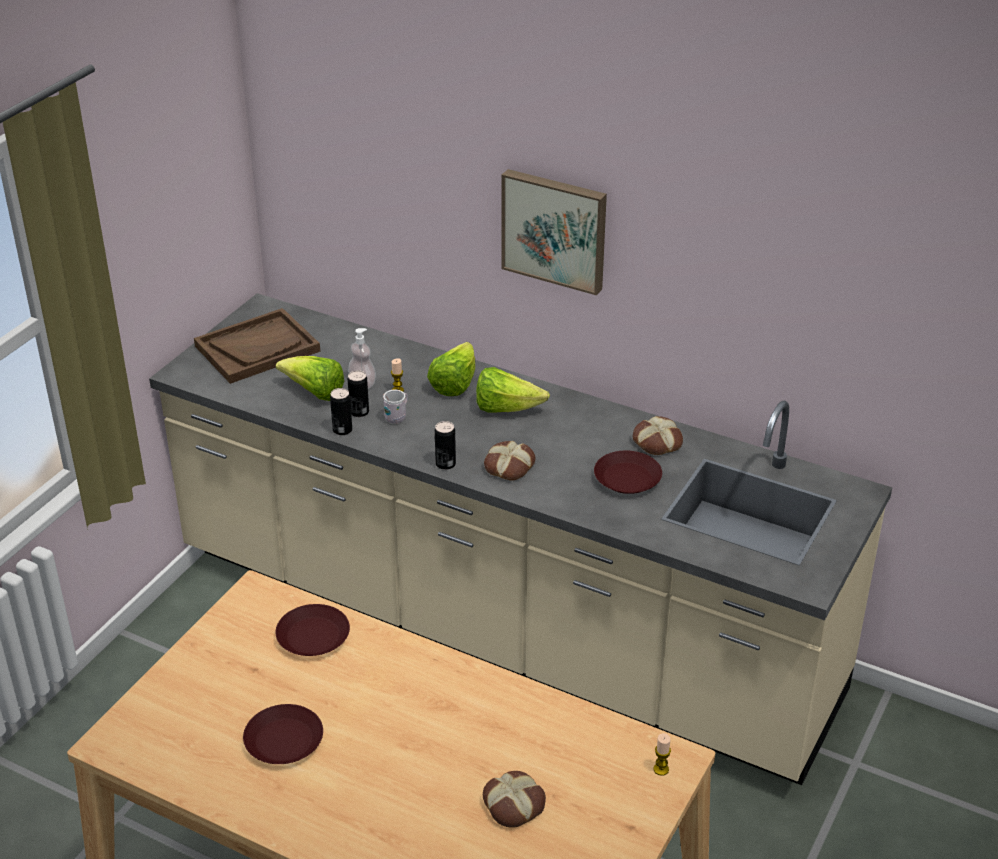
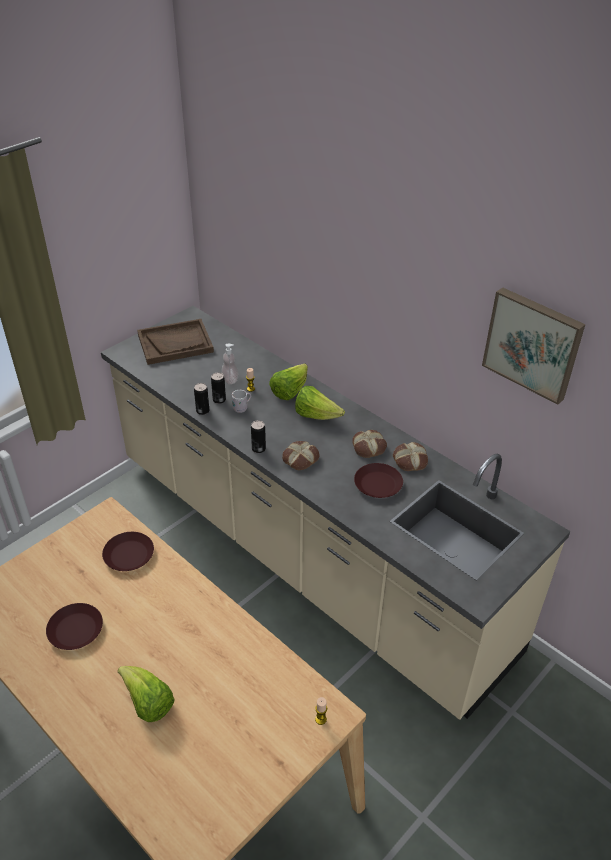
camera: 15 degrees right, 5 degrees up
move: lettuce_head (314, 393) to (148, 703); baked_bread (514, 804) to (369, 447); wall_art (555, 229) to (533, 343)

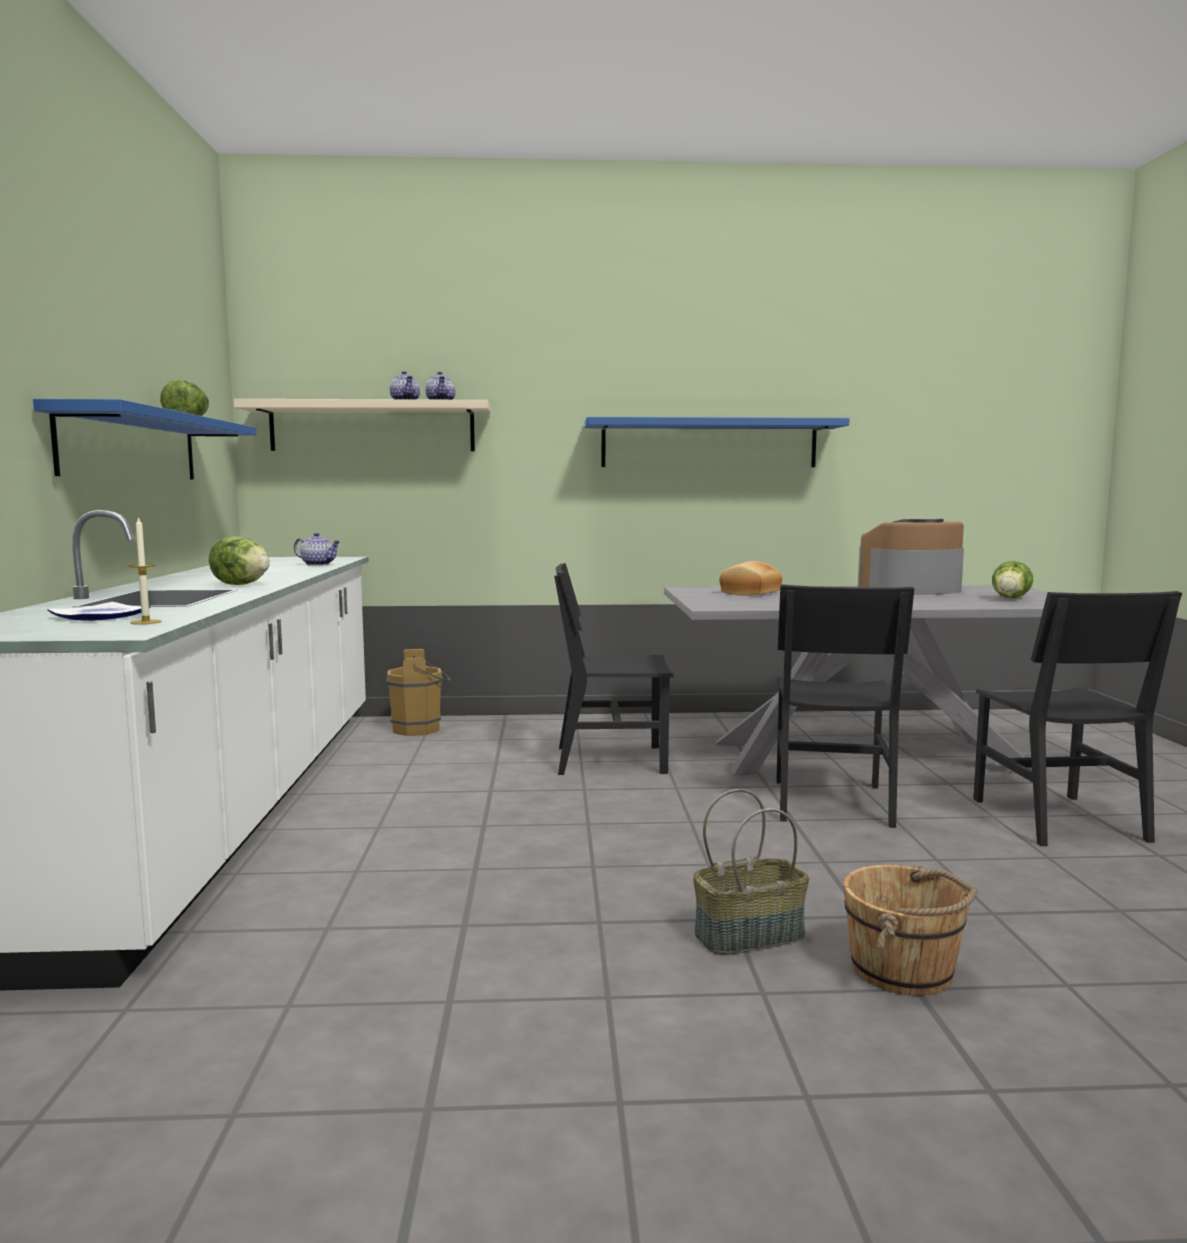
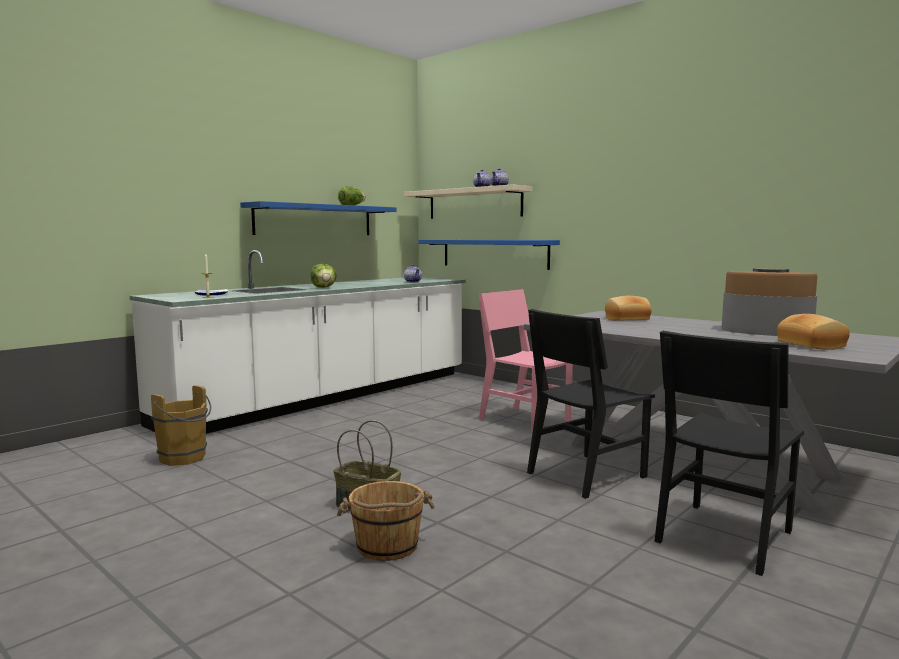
camera: 45 degrees right, 0 degrees up
move: brown-coloured_water_bucket (420, 729) to (185, 459); blue-coloured_bracket_shelf (709, 444) to (494, 253)
replace: lettuce_head (1010, 599) to baked_bread (812, 345)
recolor: blackish_upright_chair (610, 760) to pink_upright_chair (524, 420)

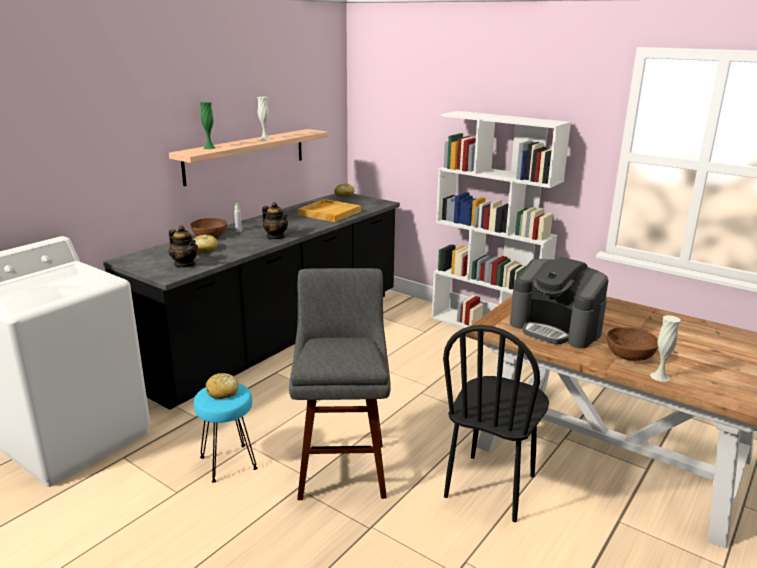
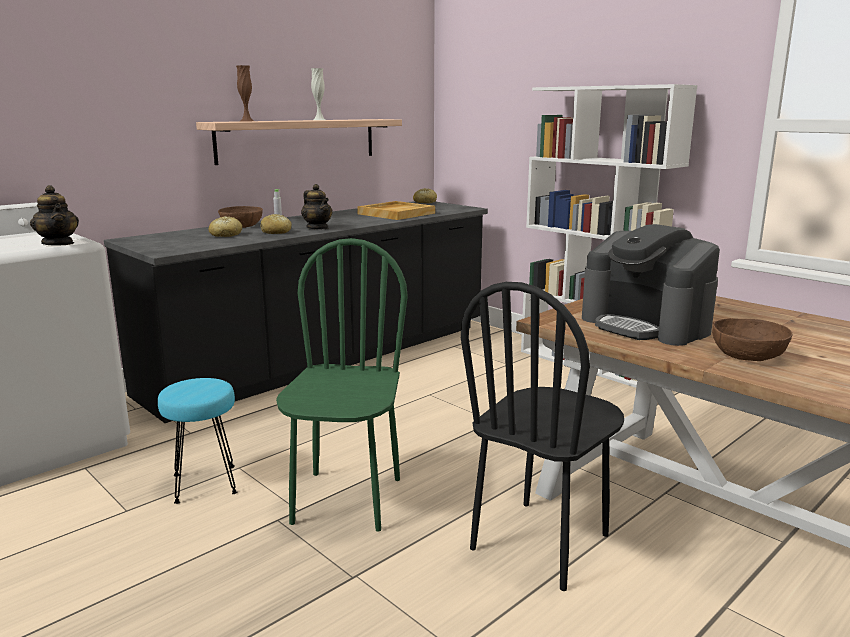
camera: 10 degrees right, 5 degrees down
delete: whitish_decorative_vase (659, 377)
move: tea_pot (185, 264) to (58, 243); baked_bread (222, 392) to (276, 232)
replace: grey_stool_seat (342, 466) to green-coloured_upright_chair (346, 500)
recolor: green-coloured_decorative_vase (209, 148) to brown-coloured_decorative_vase (247, 121)

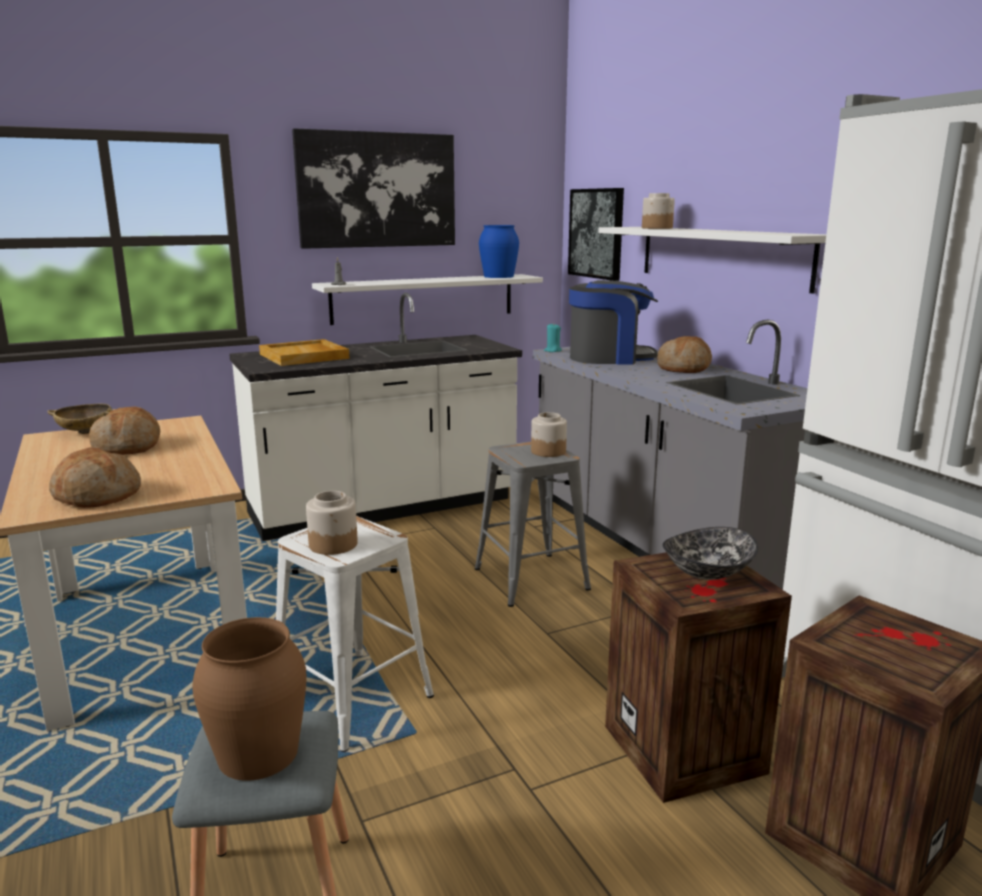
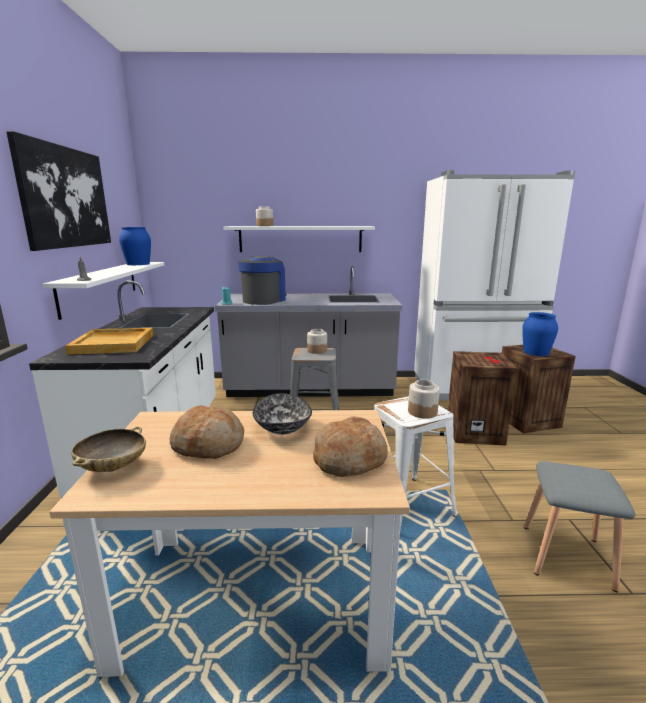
camera: 65 degrees left, 0 degrees up
delete: brown-coloured_decorative_vase (257, 753); wall_art (596, 233); baked_bread (684, 368)
insert: blue-coloured_decorative_vase (536, 352)
move: bowl (706, 572) to (282, 428)

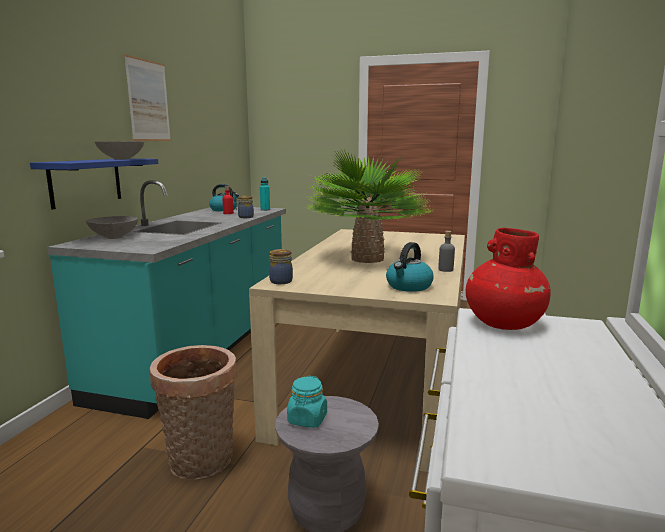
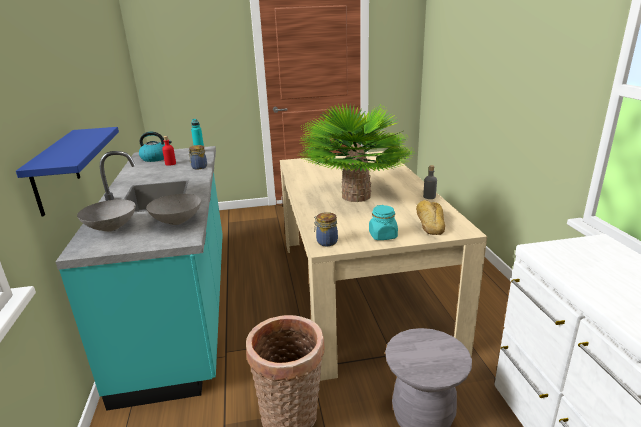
camera: 25 degrees left, 10 degrees up
delete: wall_art (148, 101); red_decorative_vase (503, 323)
move: grey_bowl (122, 159) to (178, 221); blue-green_storage_jar (307, 419) to (383, 235)
replace: tea_kettle (409, 286) to baked_bread (430, 223)

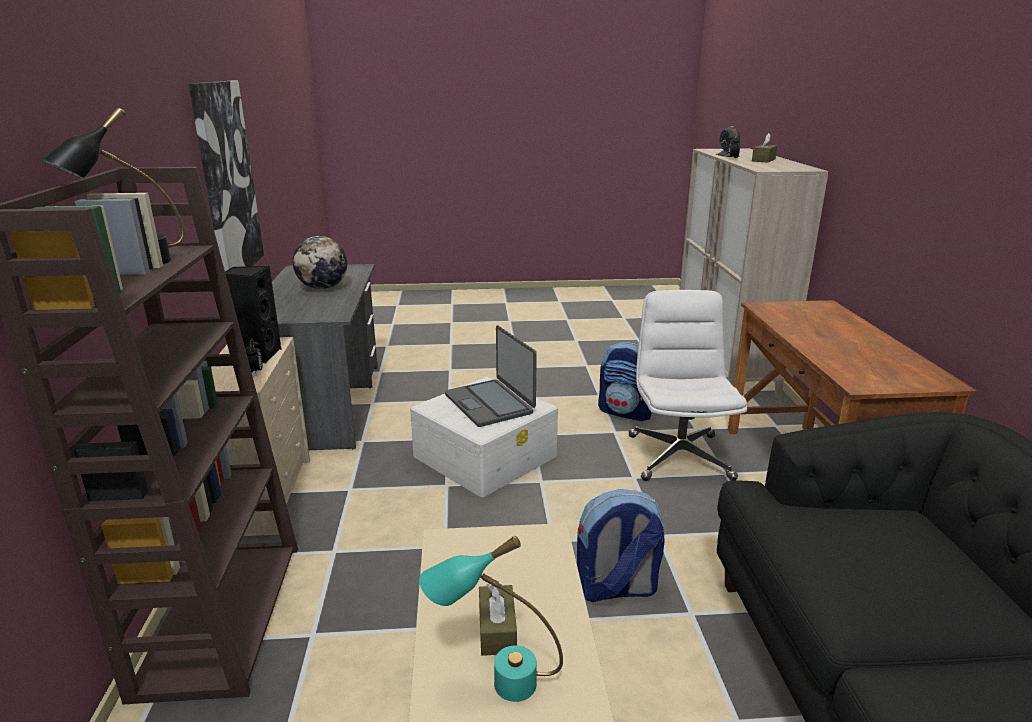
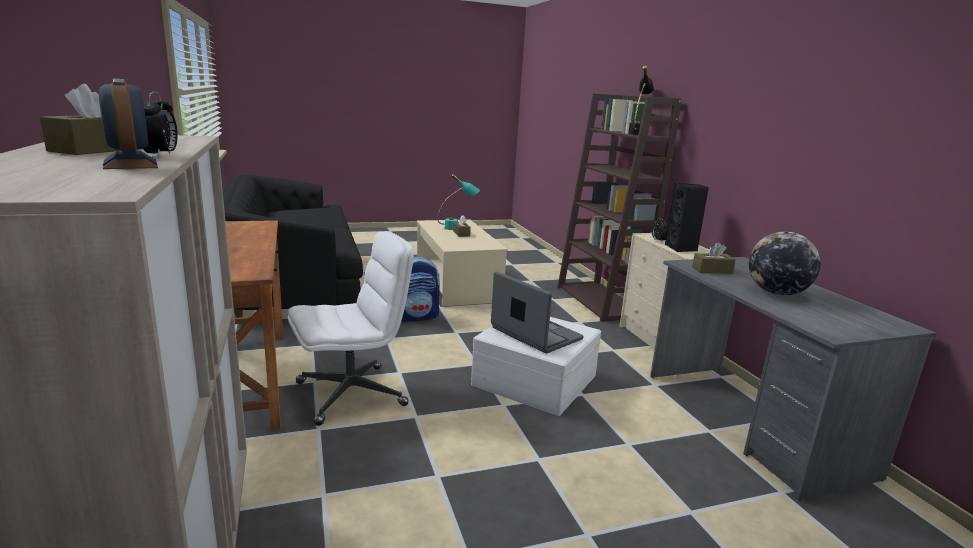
camera: 165 degrees right, 5 degrees down
delete: wall_art (226, 180); backpack (626, 412)
insert: brown-coloured_tissue_box (712, 270)
rotate: whitish_office_chair (678, 456) = (352, 393) 105 degrees counterclockwise

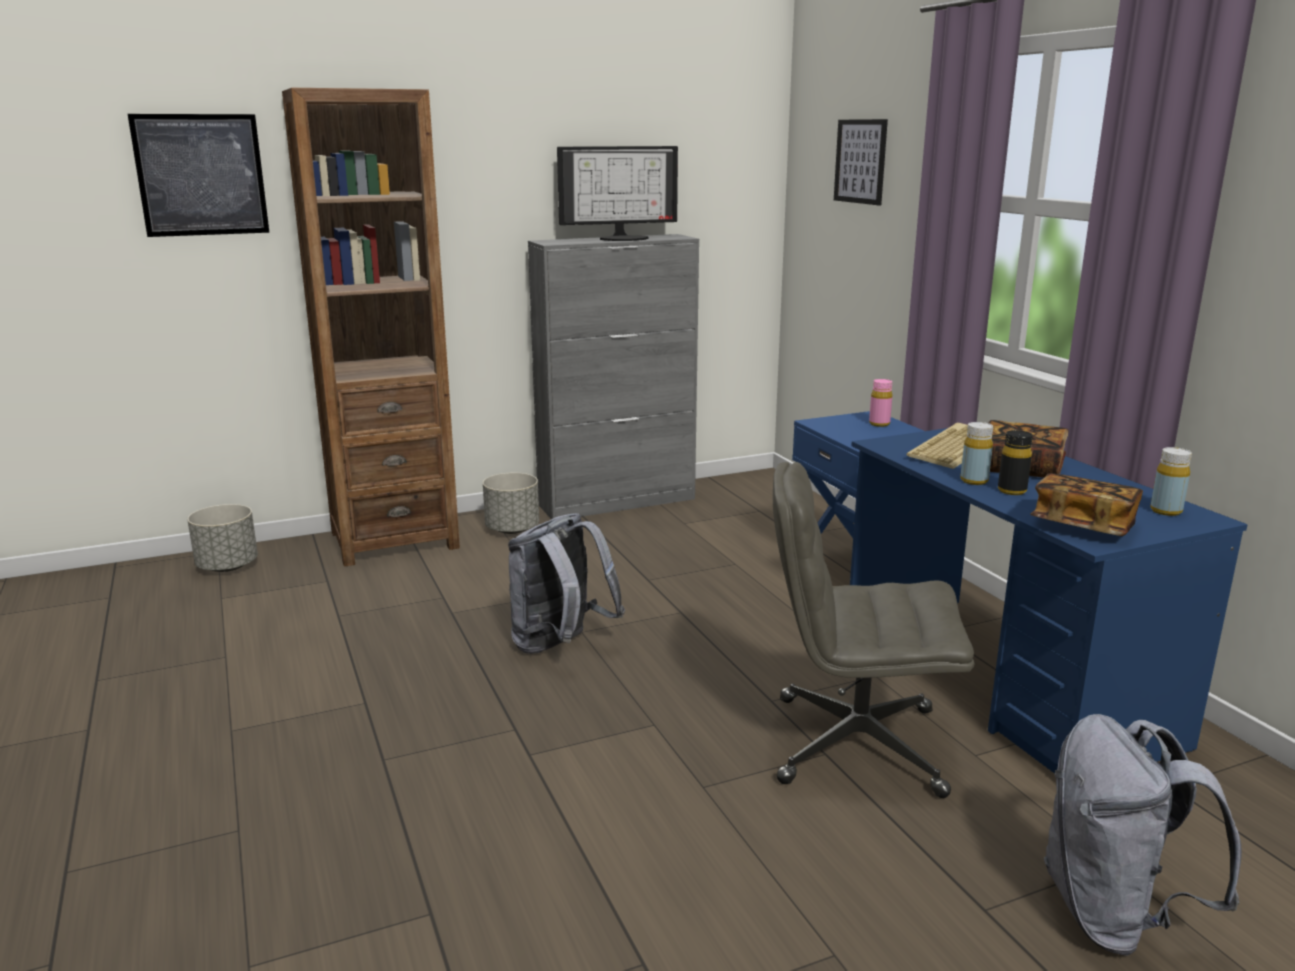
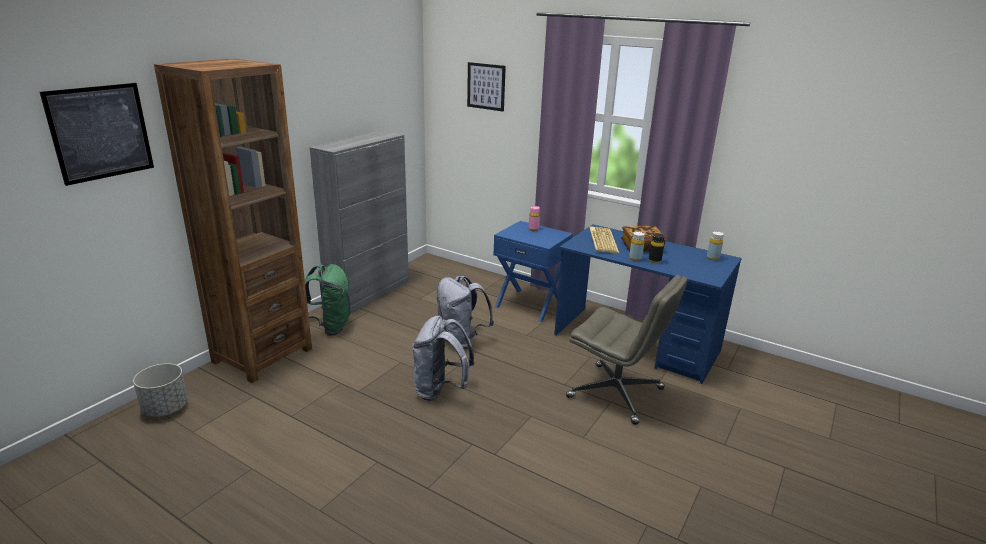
camera: 35 degrees left, 5 degrees up
delete: computer_screen (623, 238); book (1083, 526)
move: grey_backpack (1114, 915) to (461, 340)
replace: grey_plant_pot (512, 529) to green-coloured_backpack (329, 327)
rotate: grey_office_chair (855, 745) = (617, 393) 120 degrees counterclockwise

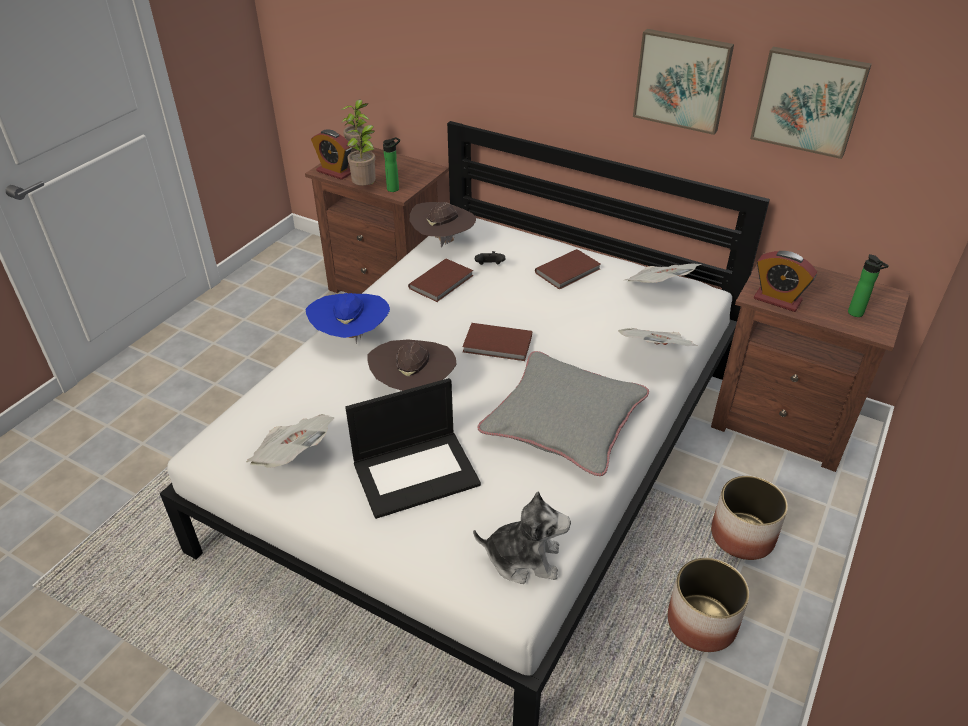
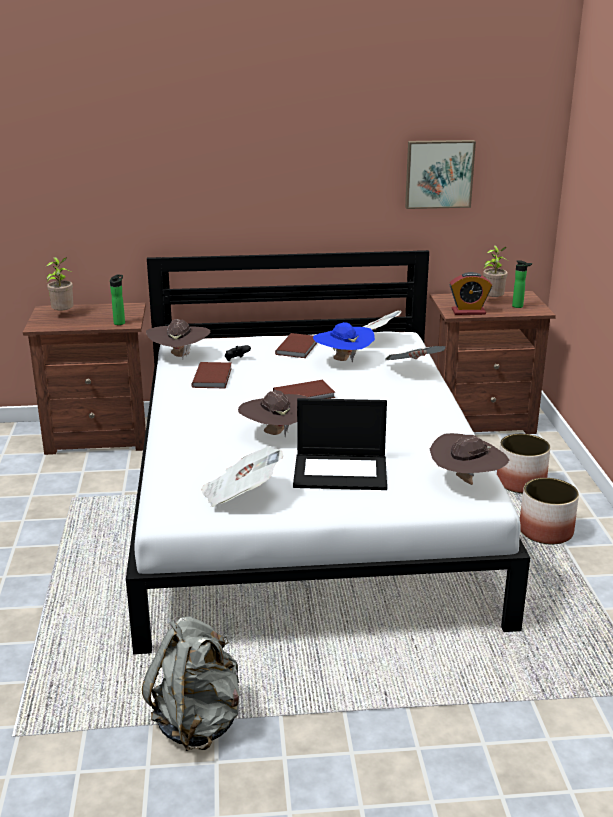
camera: 35 degrees left, 15 degrees down
delete: alarm_clock (335, 172); grey_cushion (564, 420); wall_art (682, 80)
insert: grey_backpack (198, 722)
move: blue-coloured_clothing_hat (351, 336) to (343, 360); plant_in_a_pot (366, 188) to (492, 301)
replace: plush_toy (523, 558) to brown-coloured_clothing_hat (466, 482)
rotate: portable_computer (416, 472) = (341, 472) 60 degrees clockwise

